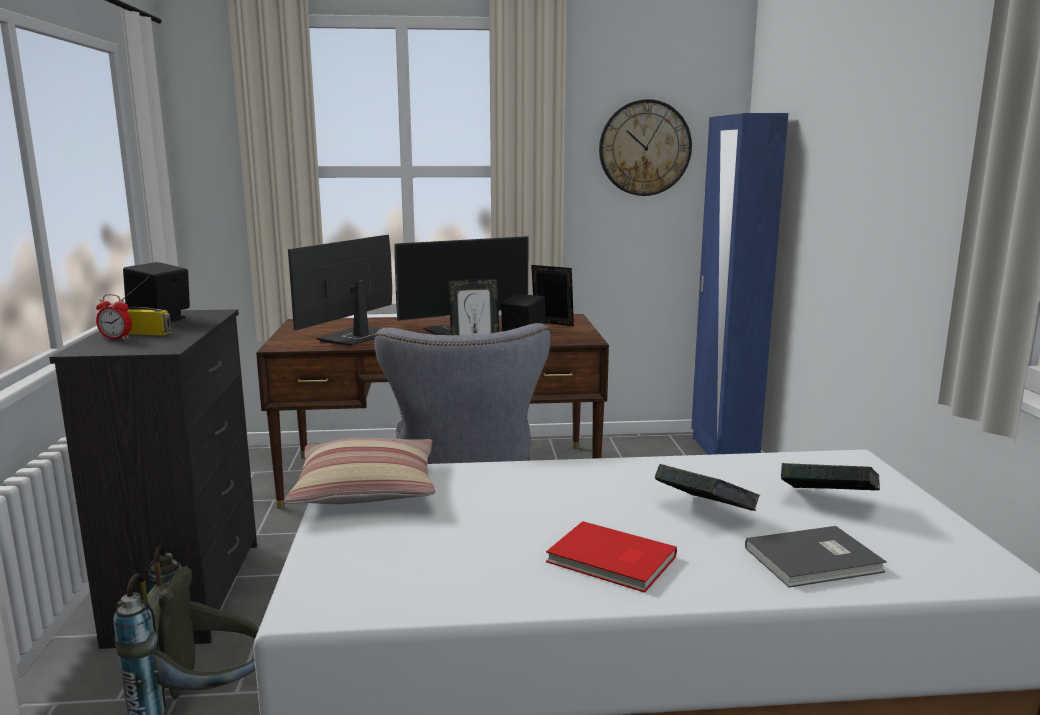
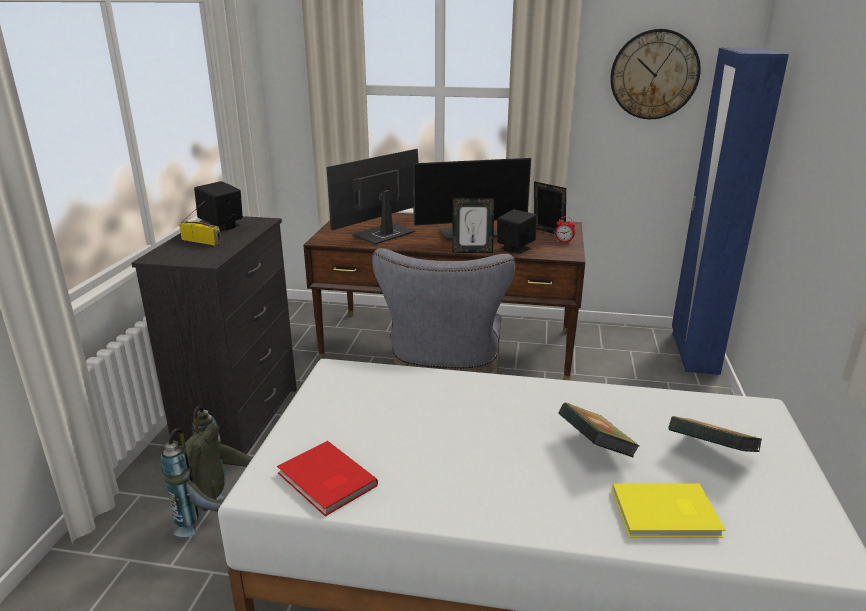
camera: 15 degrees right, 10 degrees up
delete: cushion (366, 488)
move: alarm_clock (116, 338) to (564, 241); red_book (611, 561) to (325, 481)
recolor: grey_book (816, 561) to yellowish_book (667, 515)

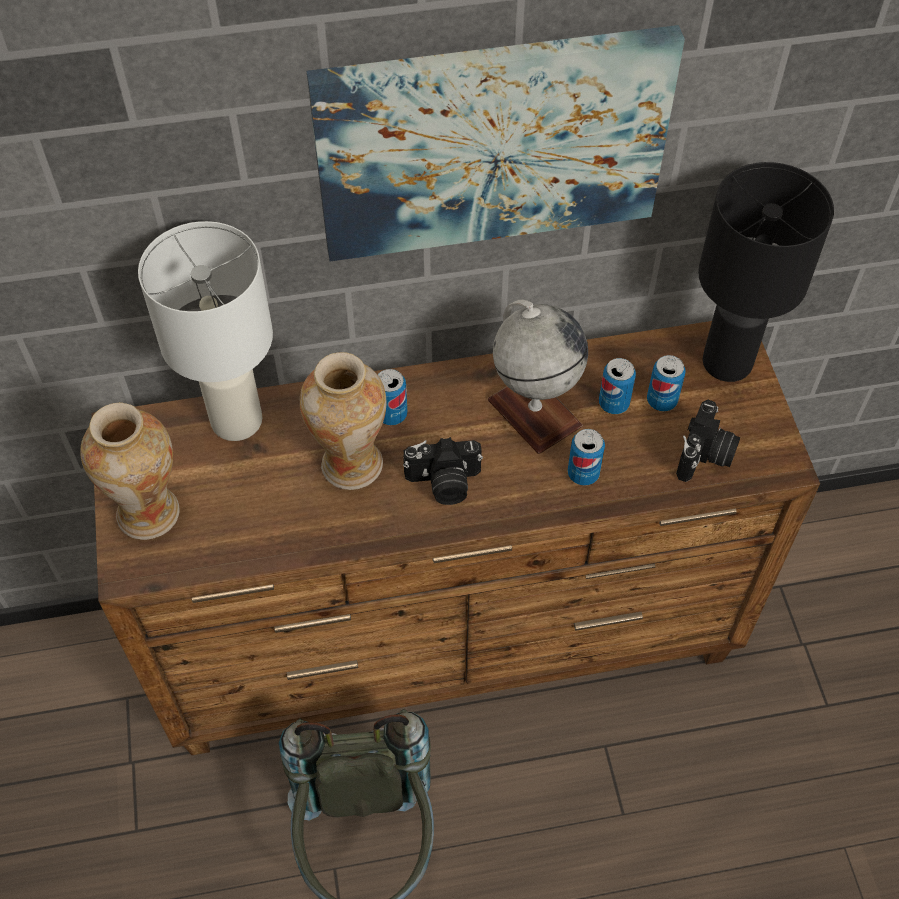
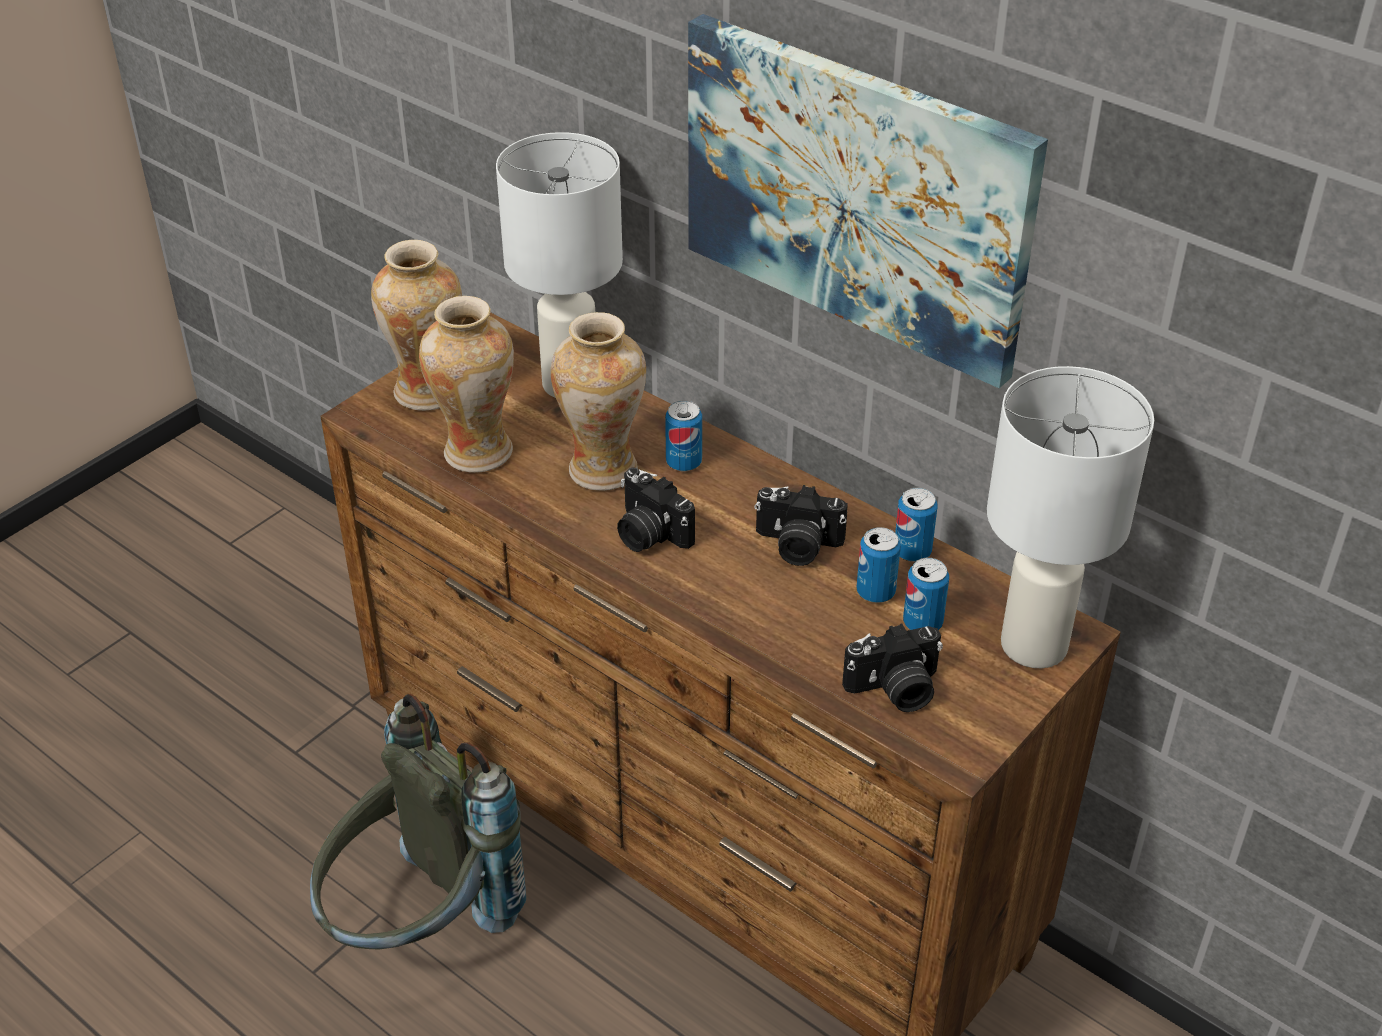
camera: 50 degrees right, 15 degrees down
insert: decorative_vase (477, 452)
move: sealed_can (583, 474) to (912, 551)
replace: desk_globe (534, 412) to still_camera (797, 546)
recolor: blackish_lamp_for_a_table (727, 363) to whitish_lamp_for_a_table (1032, 645)

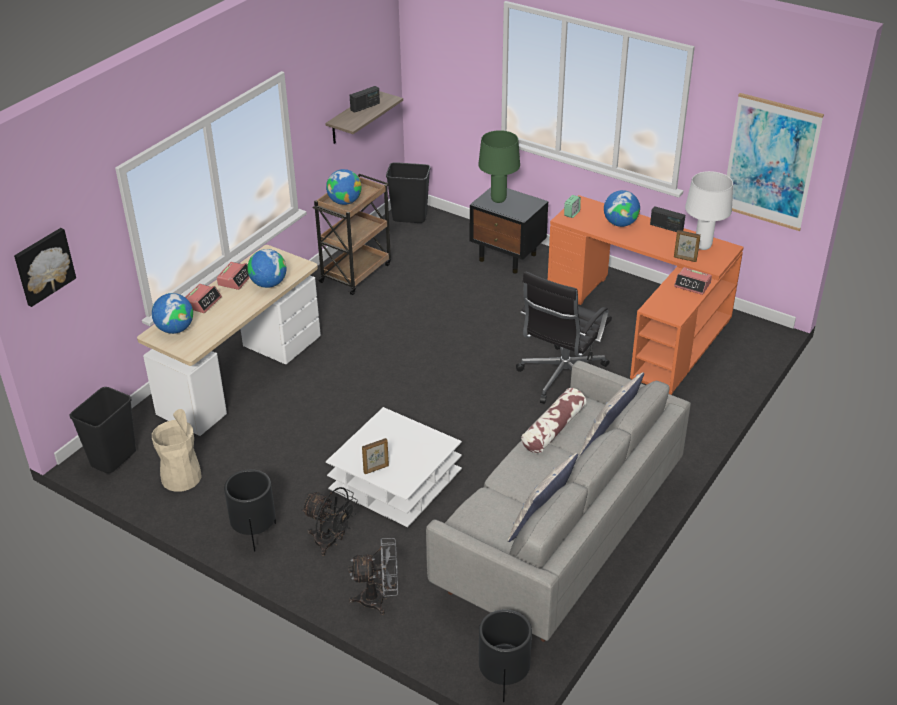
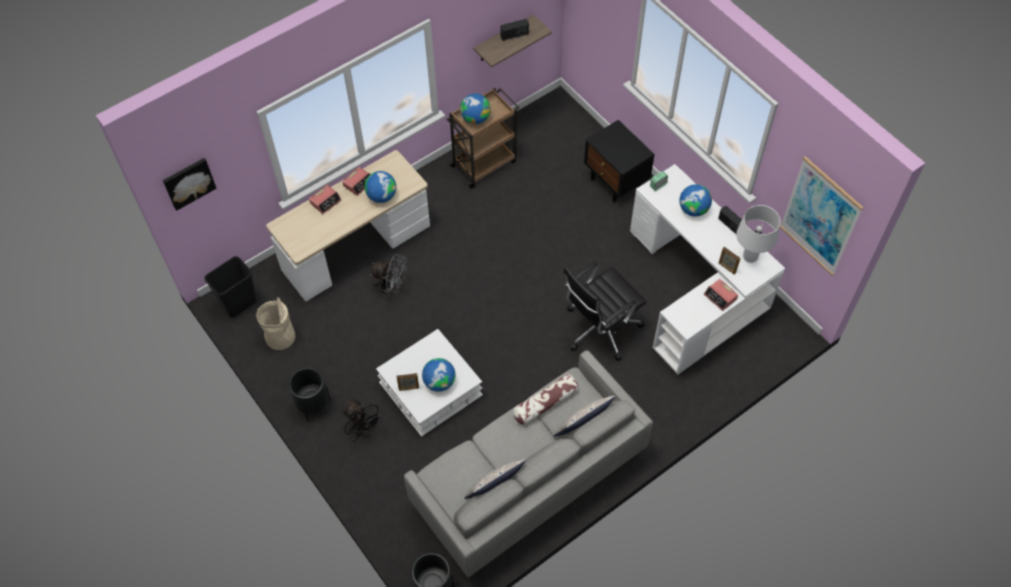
camera: 20 degrees right, 20 degrees up
delete: blackish_waste_bin (410, 217); green-coloured_lamp_for_a_table (498, 200)
move: desk_globe (175, 329) to (439, 382); grey_cooling_fan (379, 599) to (391, 288)
recolor: orangey_desk (645, 322) to whitish_desk (696, 290)

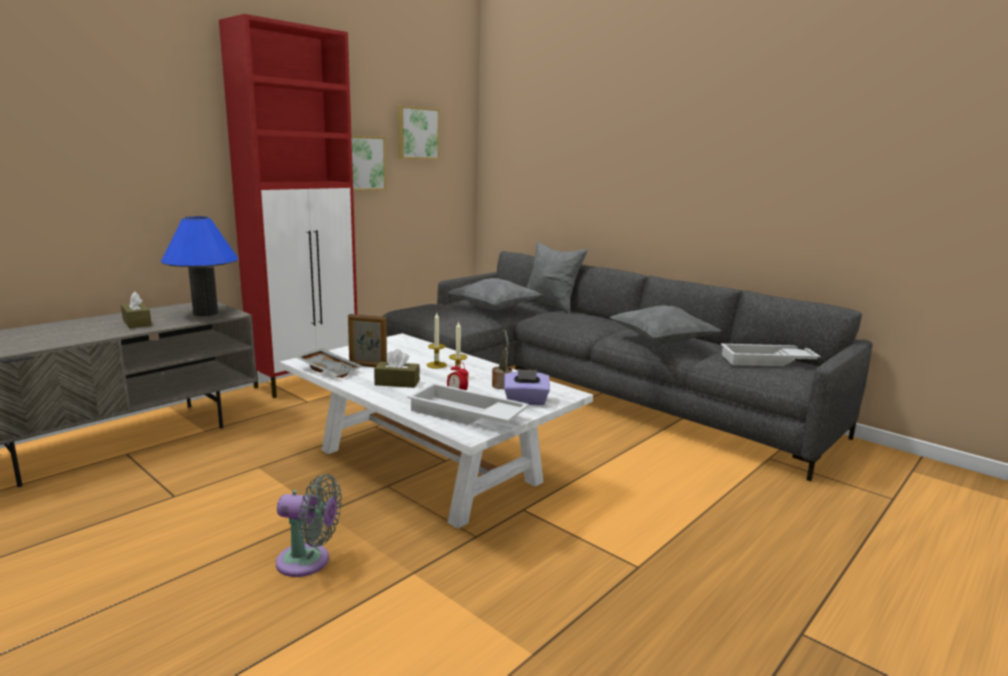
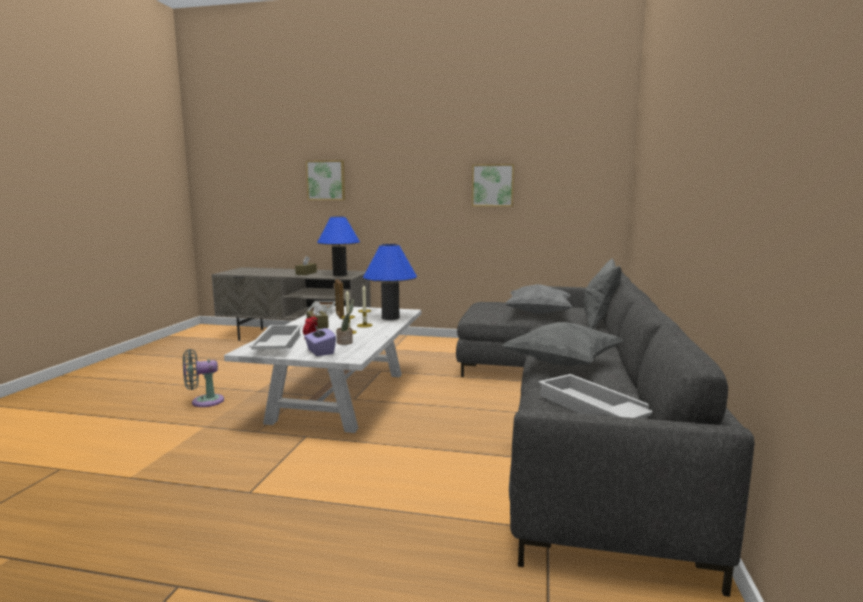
camera: 60 degrees right, 5 degrees down
delete: red_cabinet (307, 381)
insert: blue-coloured_lamp_for_a_table (390, 318)
move: wall_art (417, 133) to (326, 180)
rotate: grey_cooling_fan (308, 561) = (204, 402) 90 degrees clockwise

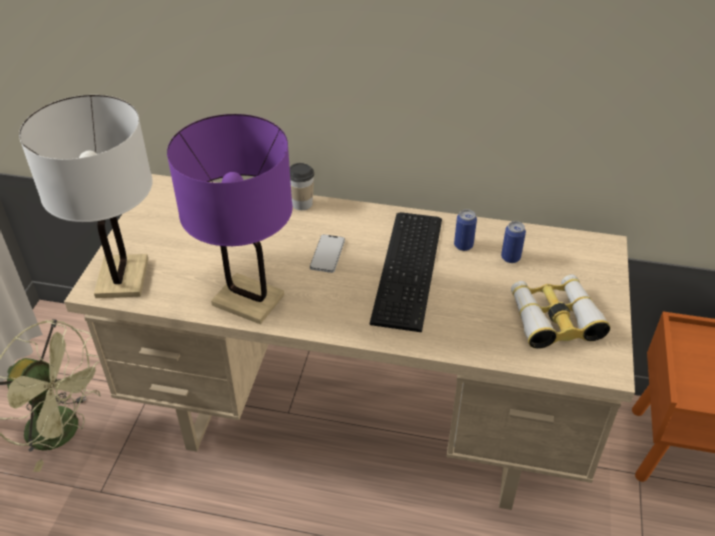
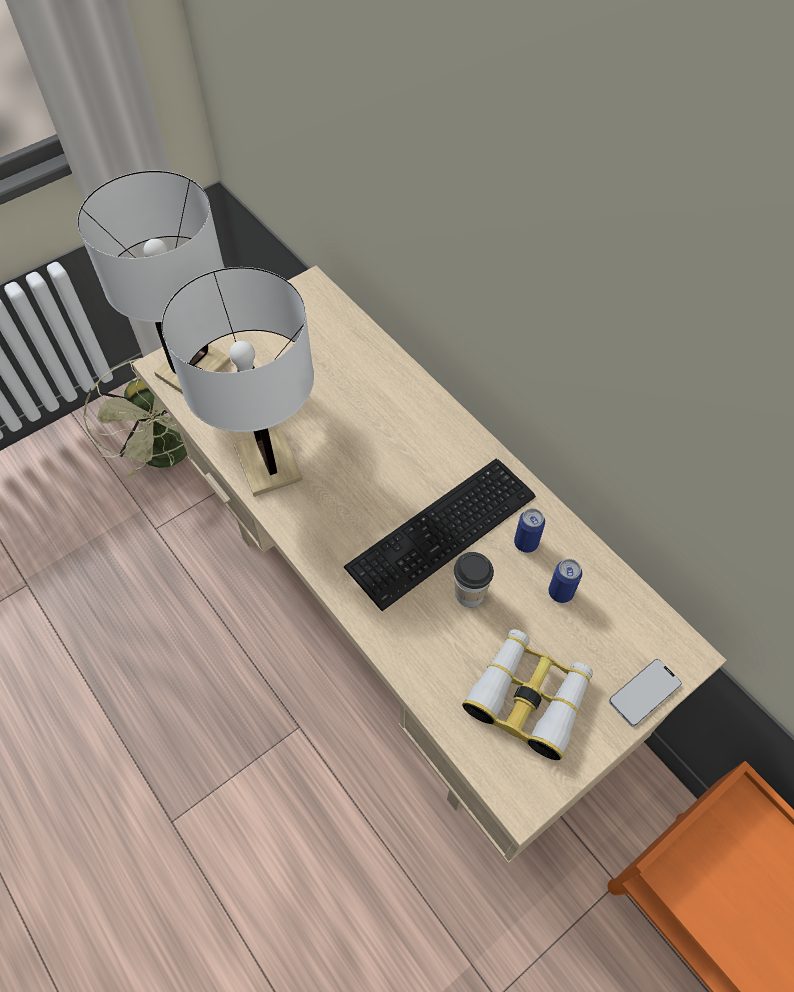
camera: 40 degrees right, 15 degrees up
move: cup (302, 204) to (469, 594); handset (327, 254) to (644, 693)
recolor: purplish_lamp_for_a_table (248, 300) to whitish_lamp_for_a_table (268, 463)

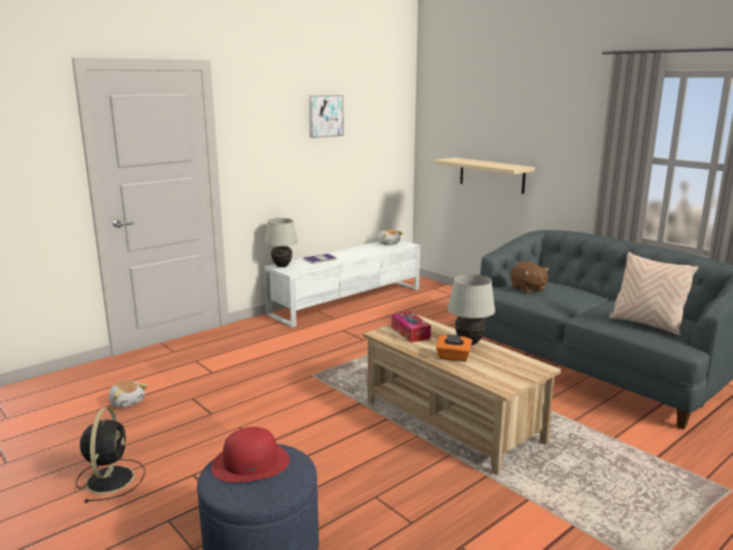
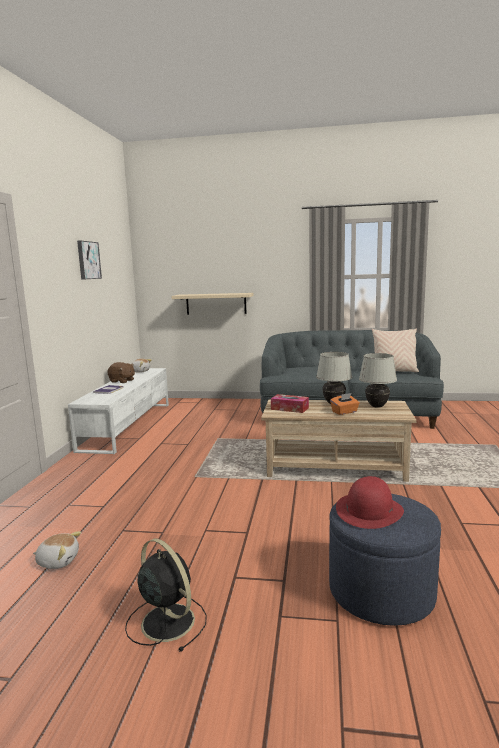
camera: 40 degrees left, 5 degrees down
move: whitish_lamp_for_a_table (282, 266) to (377, 406); brown-coloured_plush_toy (528, 289) to (122, 381)

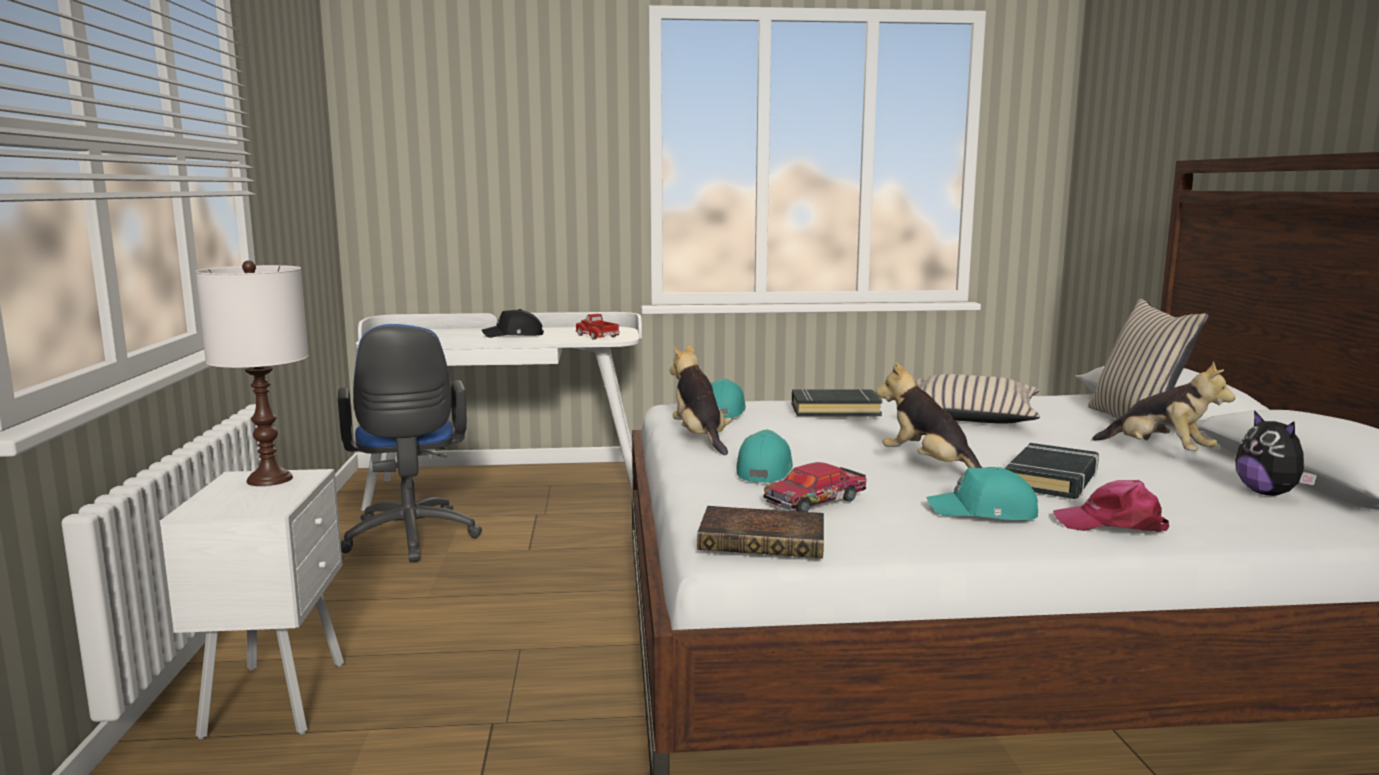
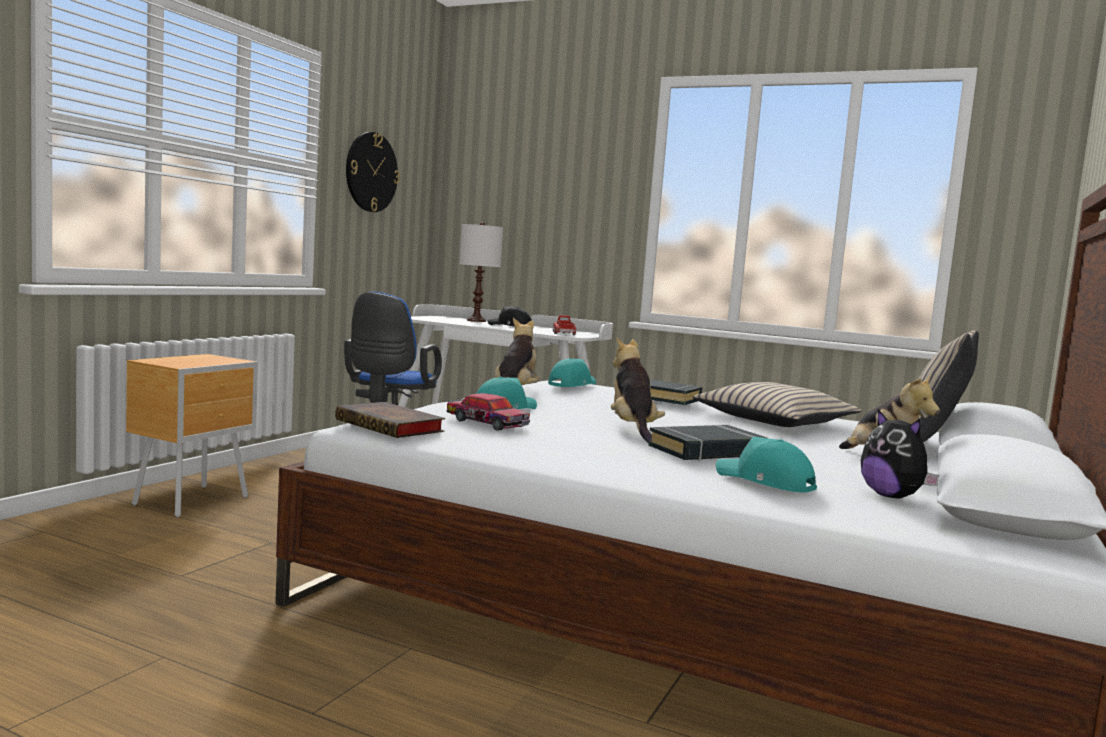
camera: 30 degrees right, 5 degrees down
delete: pink_peaked_cap (1111, 524)
insert: hanging_clock (371, 172)
move: whitish_lamp_for_a_table (270, 479) to (476, 321); blue-green_peaked_cap (984, 512) to (764, 481)
recolor: whitish_night_table (279, 698) to brown-coloured_night_table (194, 501)
rotate: model_car (816, 501) = (487, 423) 135 degrees counterclockwise; plush_toy (1268, 493) = (892, 497) 45 degrees counterclockwise

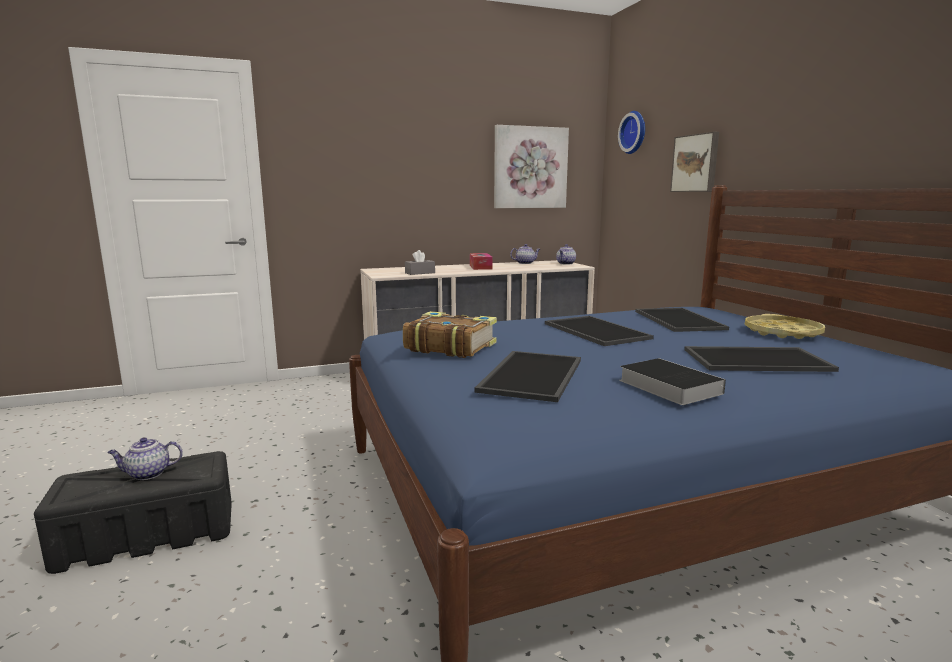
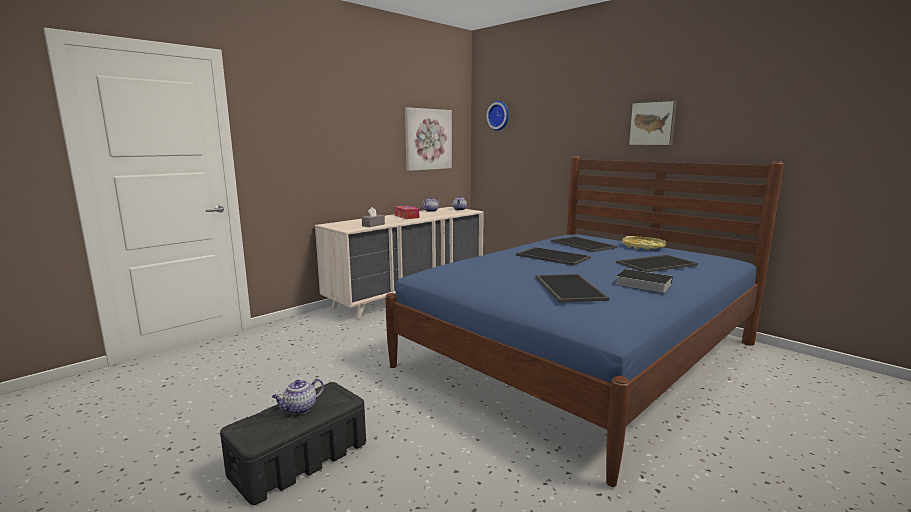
camera: 25 degrees left, 0 degrees up
delete: book (449, 347)
move: wall_art (696, 163) to (652, 123)

